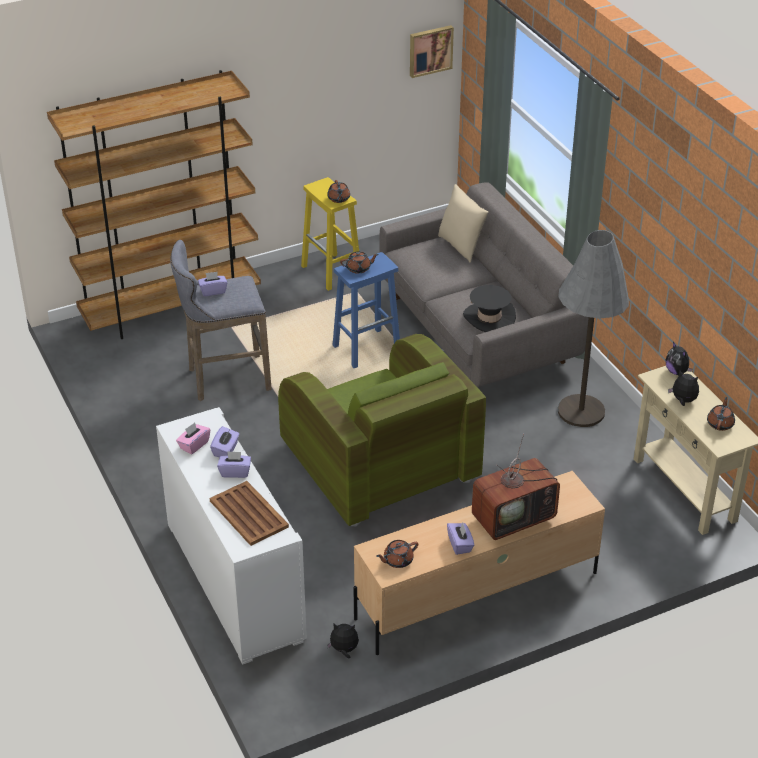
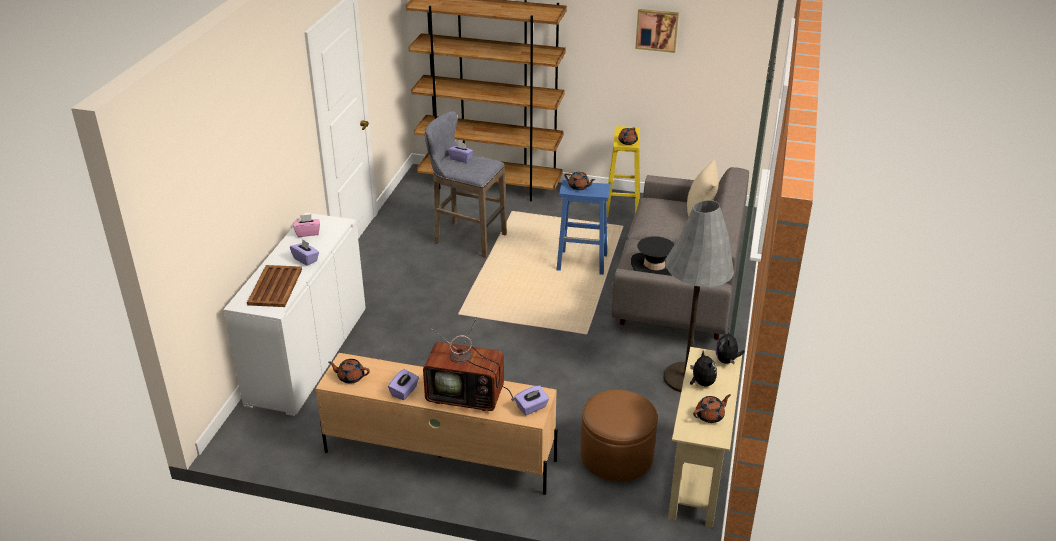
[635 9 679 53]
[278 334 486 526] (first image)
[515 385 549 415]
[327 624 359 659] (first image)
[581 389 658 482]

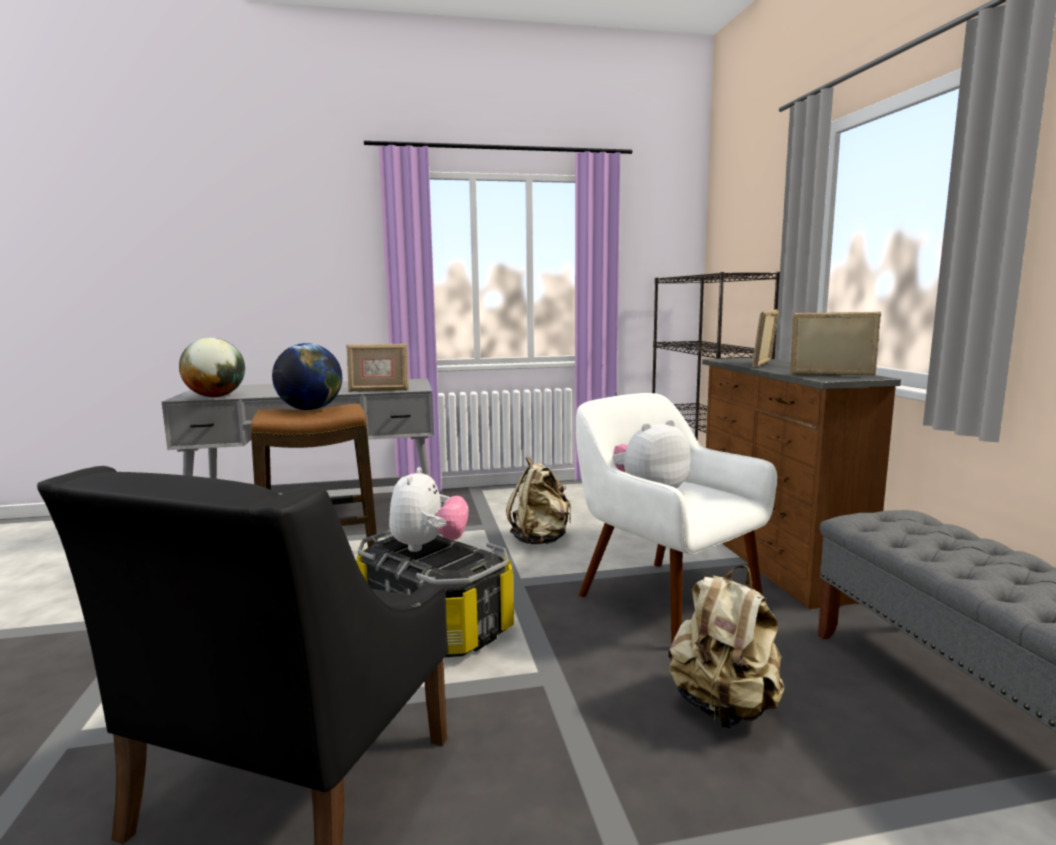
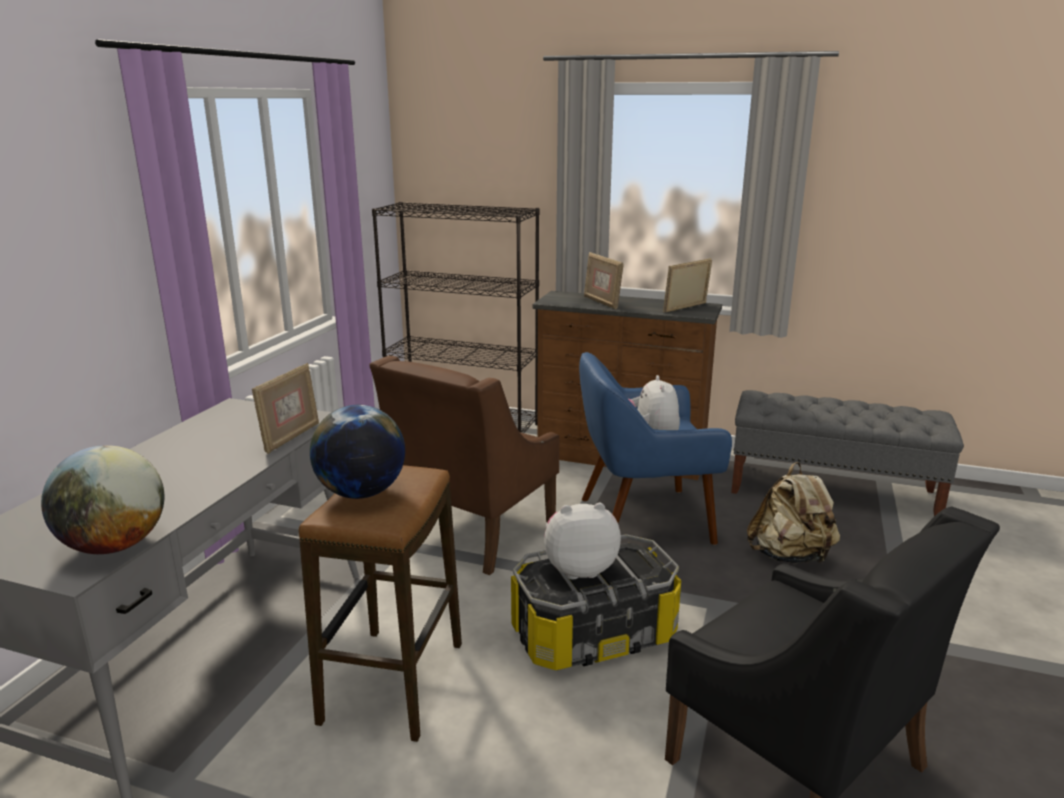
[579 352 732 545]
[369 356 559 575]
[544 503 621 580]

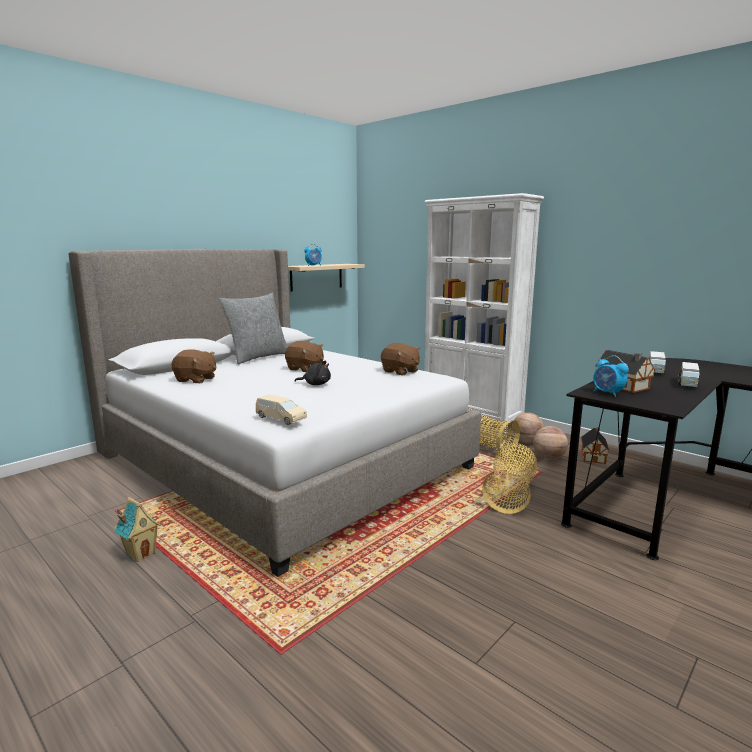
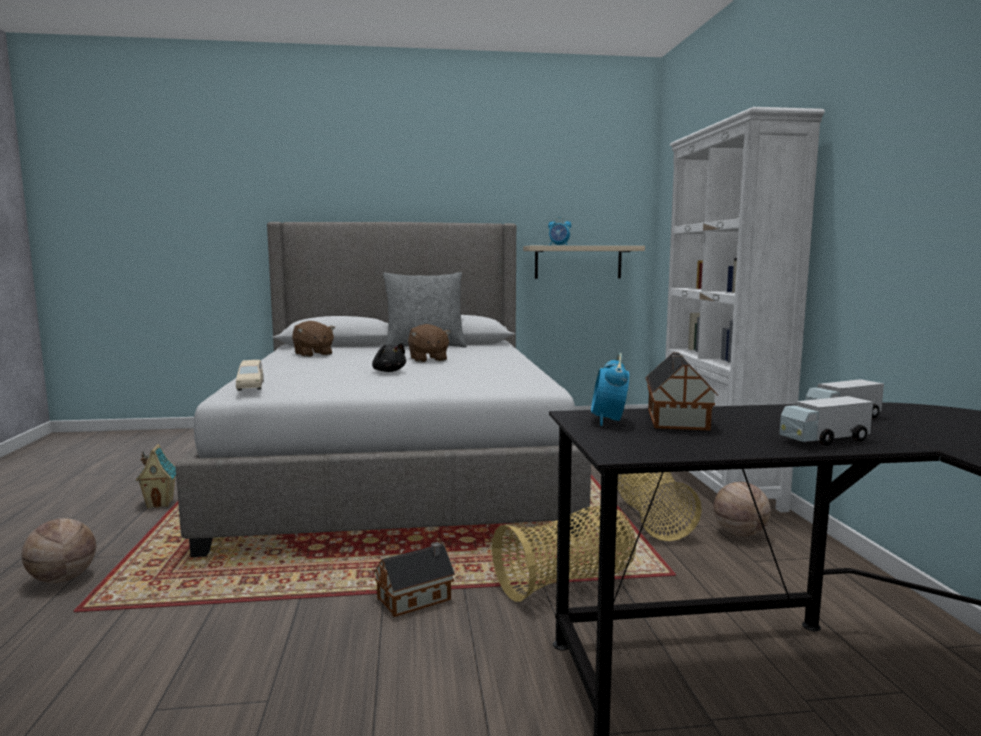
[381 343 420 376] (first image)
[22 518 96 583]
[374 542 455 617]

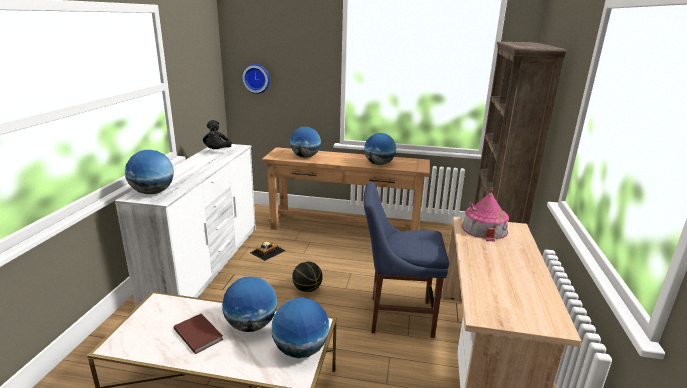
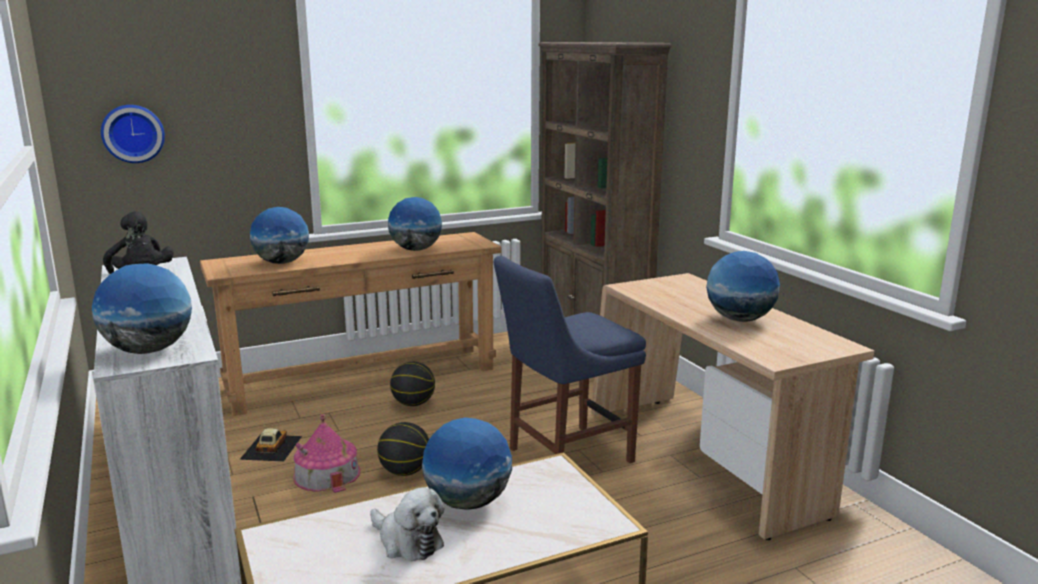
[293 414 361 493]
[706 251 780 322]
[370 487 445 561]
[390 362 435 406]

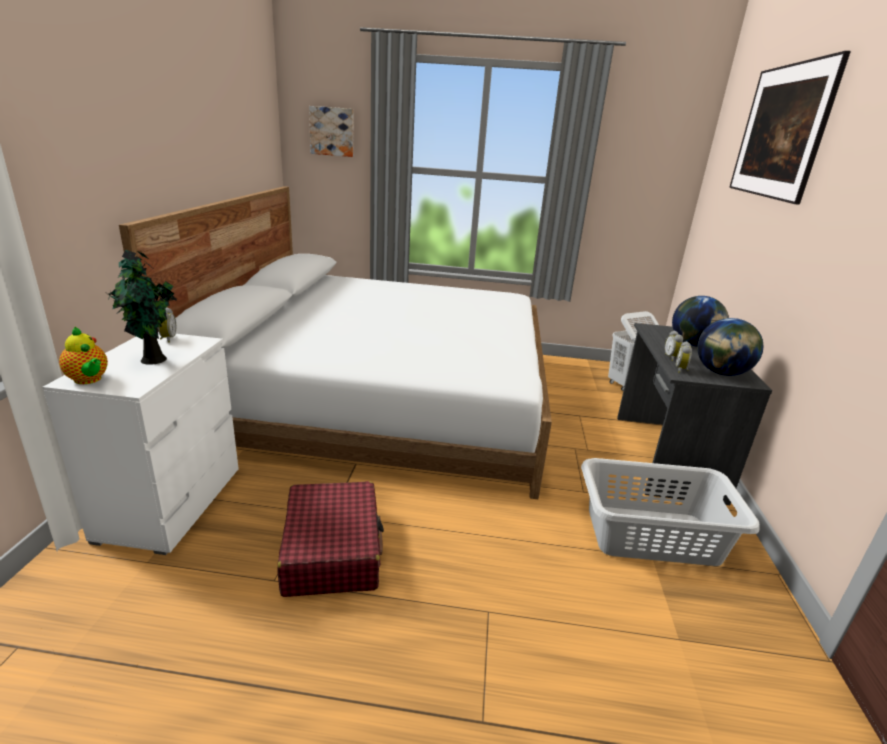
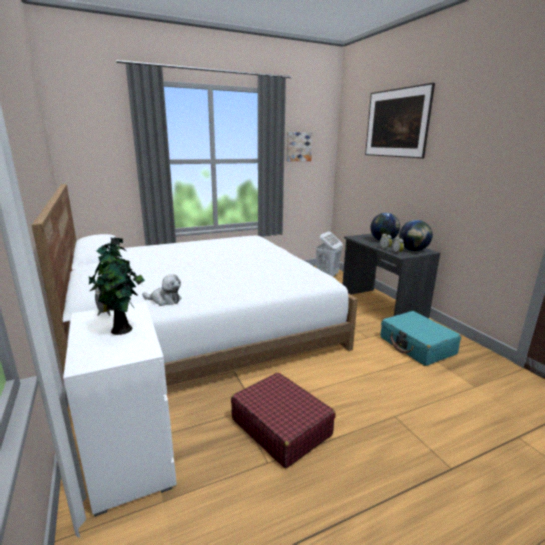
[286 132 313 161]
[59 326 108 384] (first image)
[380 311 461 366]
[142 274 182 306]

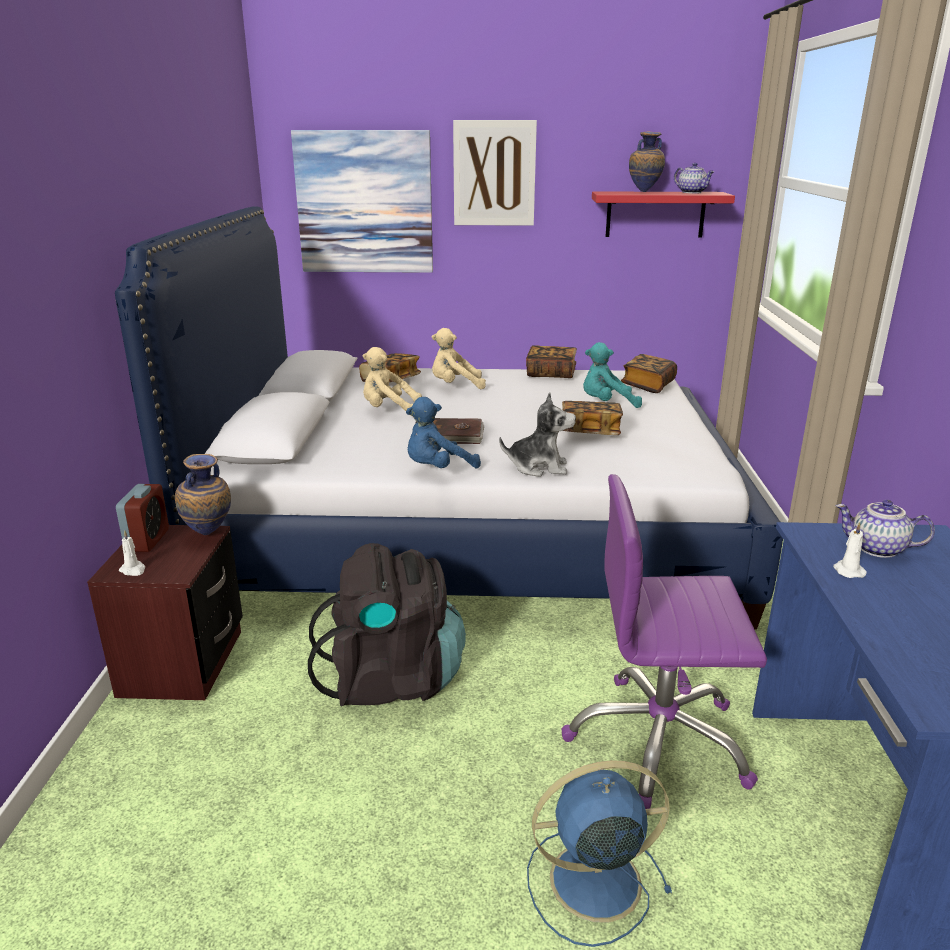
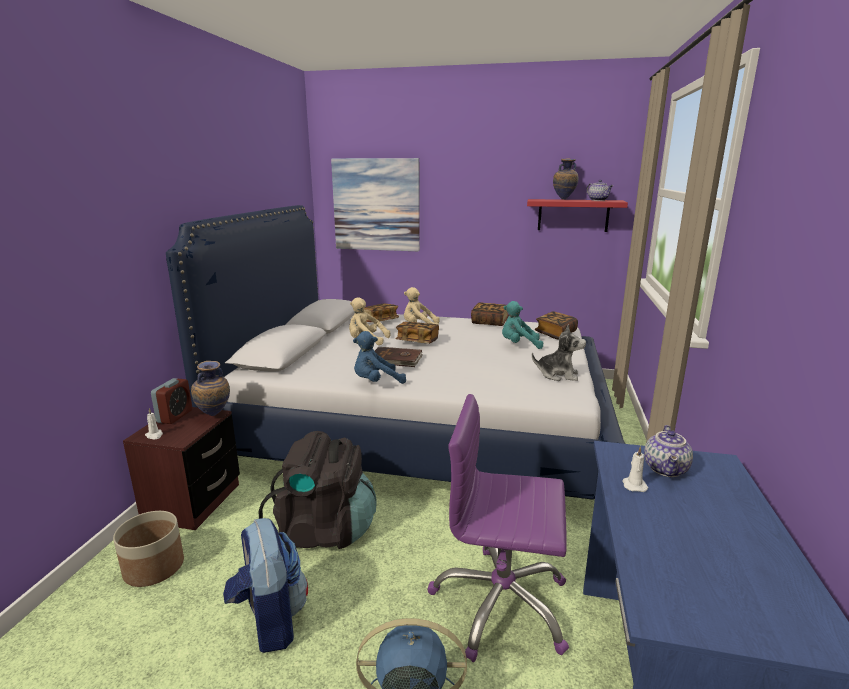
[453 120 537 226] (first image)
[532 324 586 381]
[396 322 439 344]
[644 425 693 477]
[113 511 184 587]
[223 518 308 653]

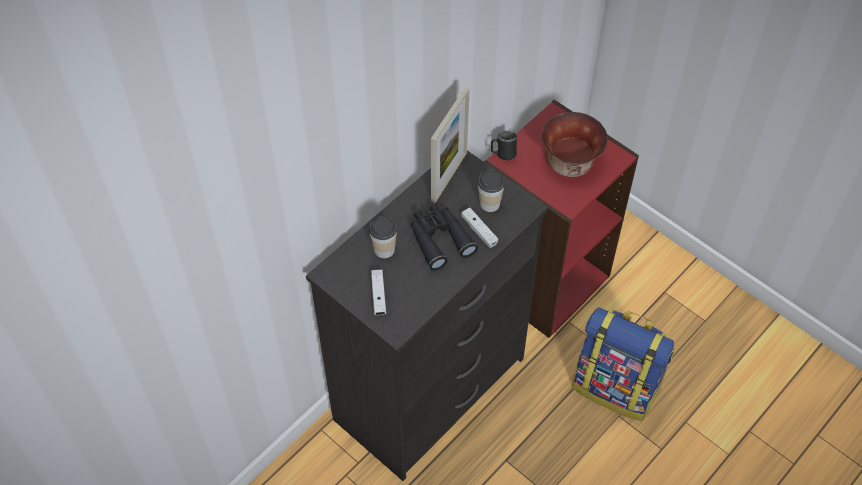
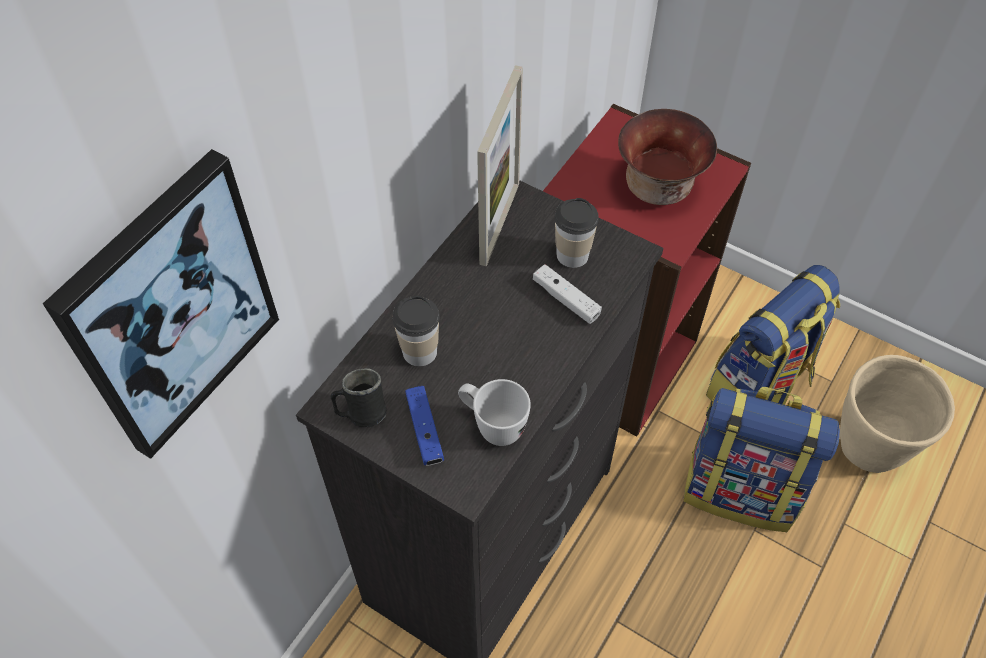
[331 368 387 427]
[410 204 478 271] (first image)
[405 386 444 466]
[43 149 279 459]
[706 265 840 405]
[840 355 955 473]
[458 379 531 446]

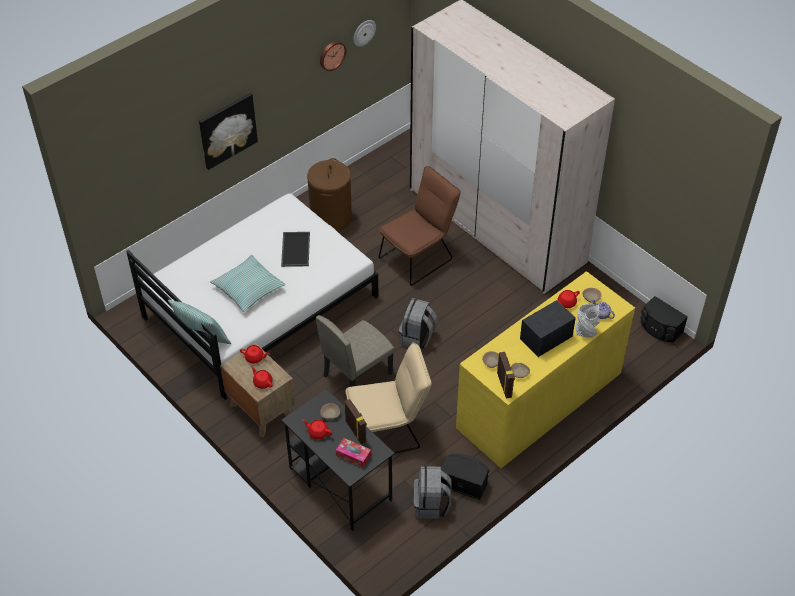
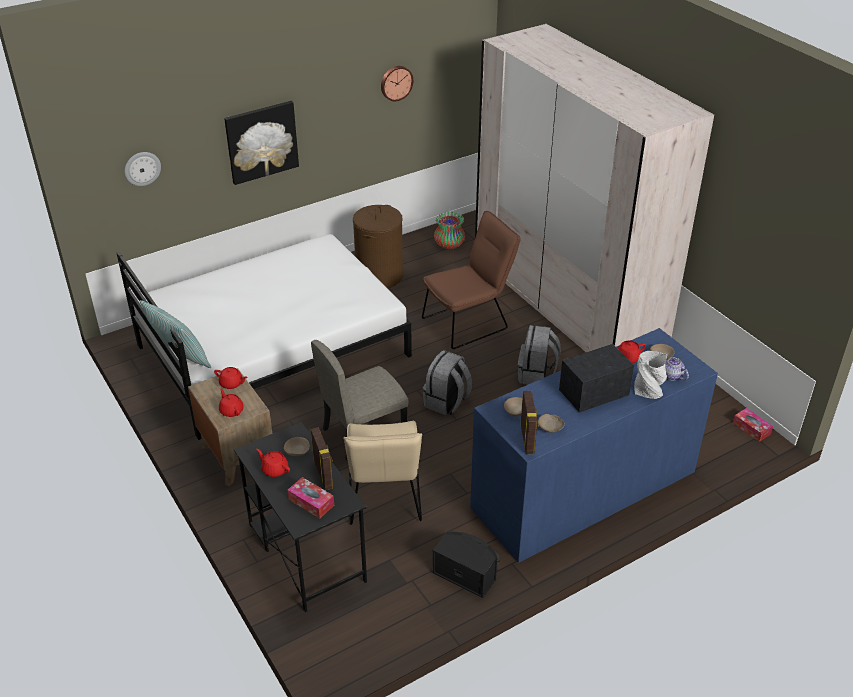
[125 152 161 186]
[281 232 310 267] (first image)
[210 255 285 312] (first image)
[470 328 718 563]
[733 408 773 442]
[343 421 422 525]
[518 325 561 385]
[434 212 465 249]

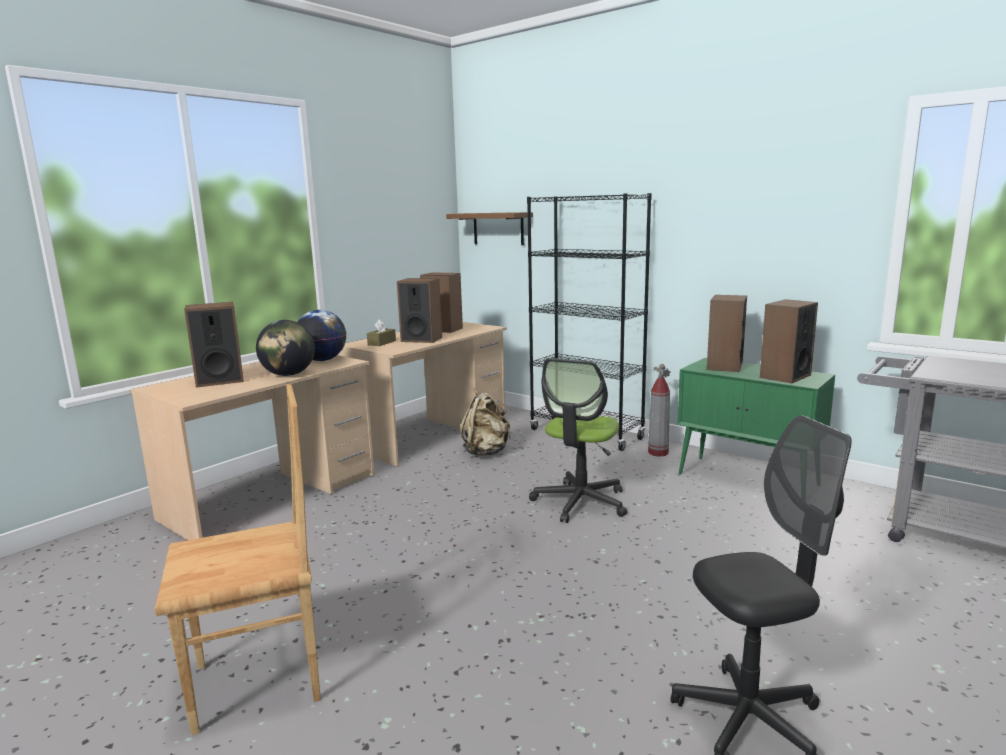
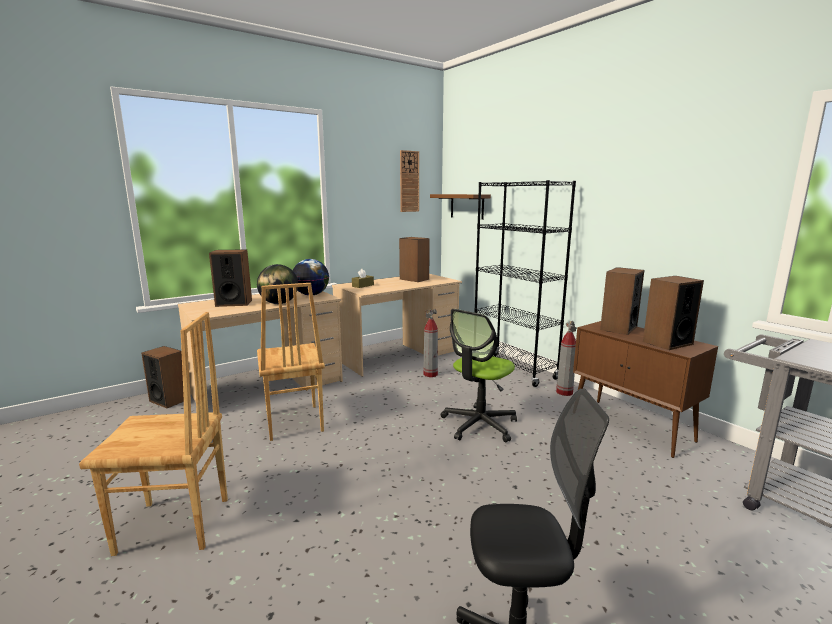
[141 346 184 408]
[573 321 718 458]
[423 309 438 377]
[400 150 419 212]
[257 283 325 441]

